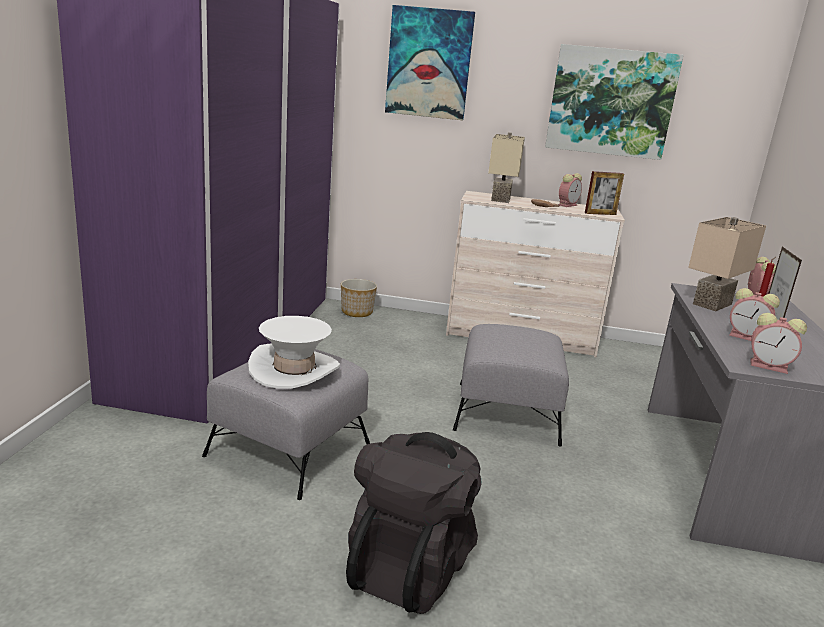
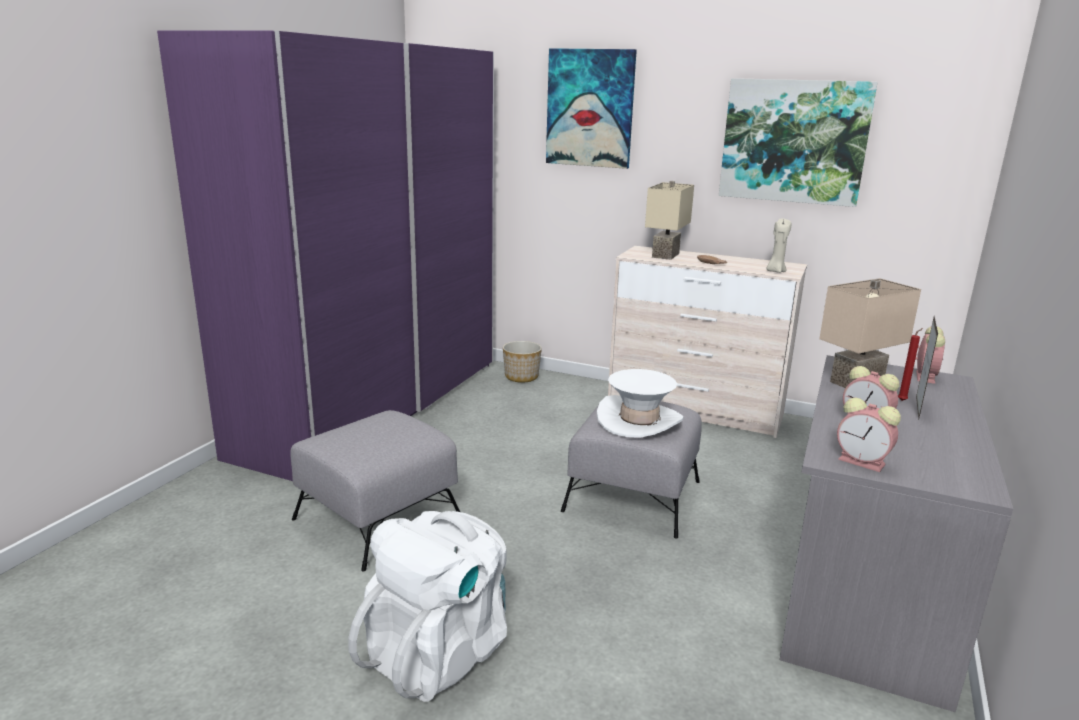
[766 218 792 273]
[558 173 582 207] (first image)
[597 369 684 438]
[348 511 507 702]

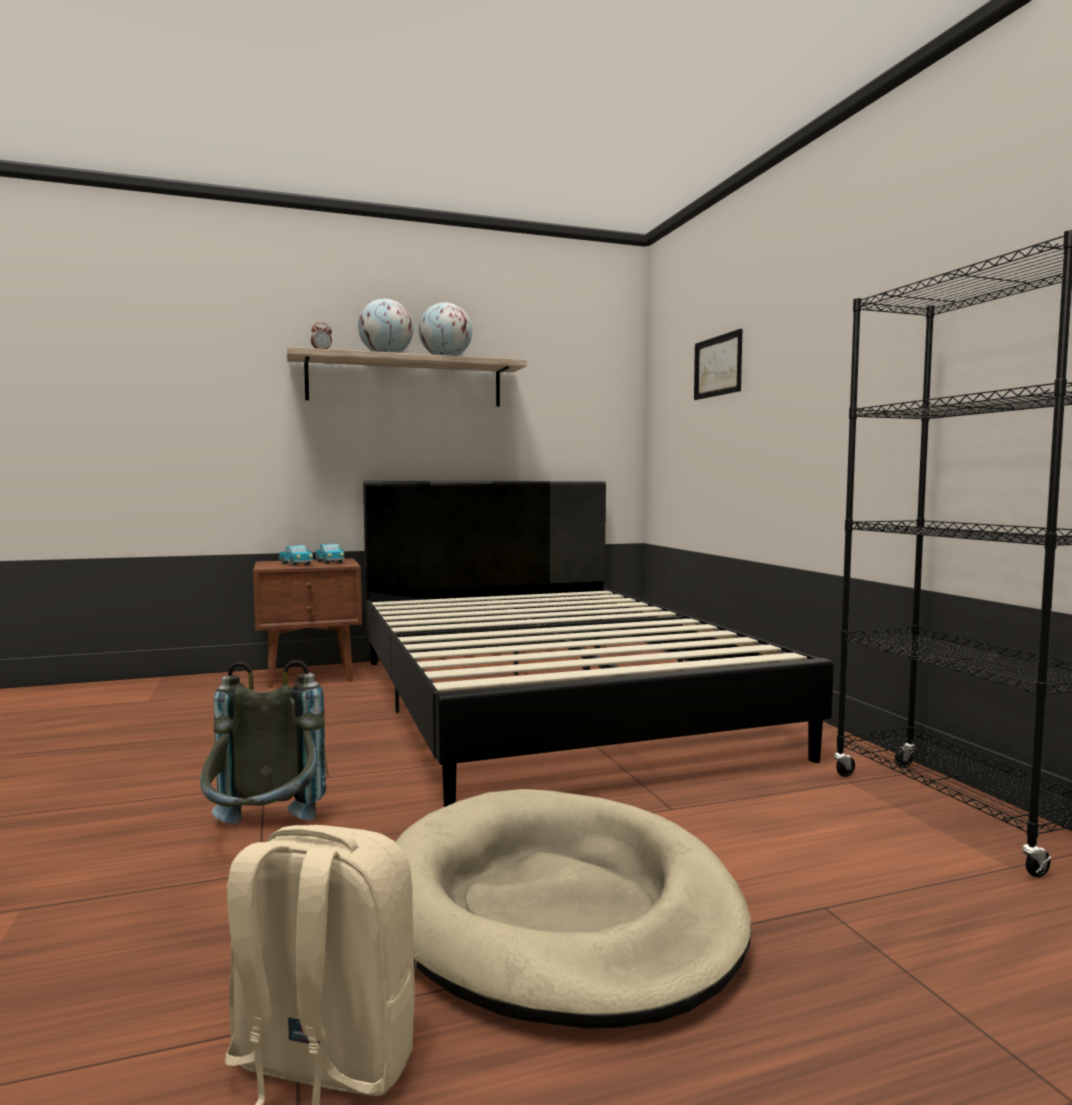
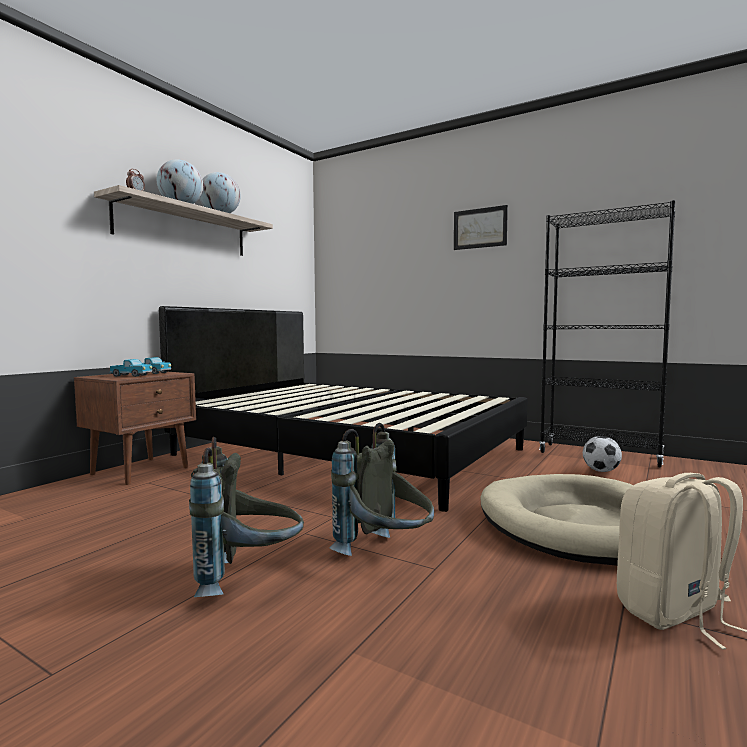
[454 205 508 250]
[583 436 622 472]
[189 437 304 597]

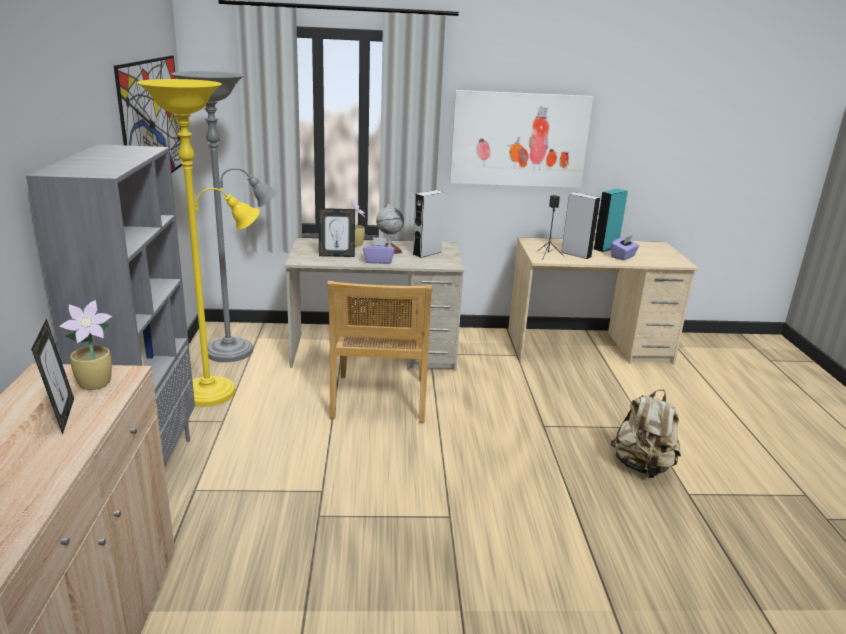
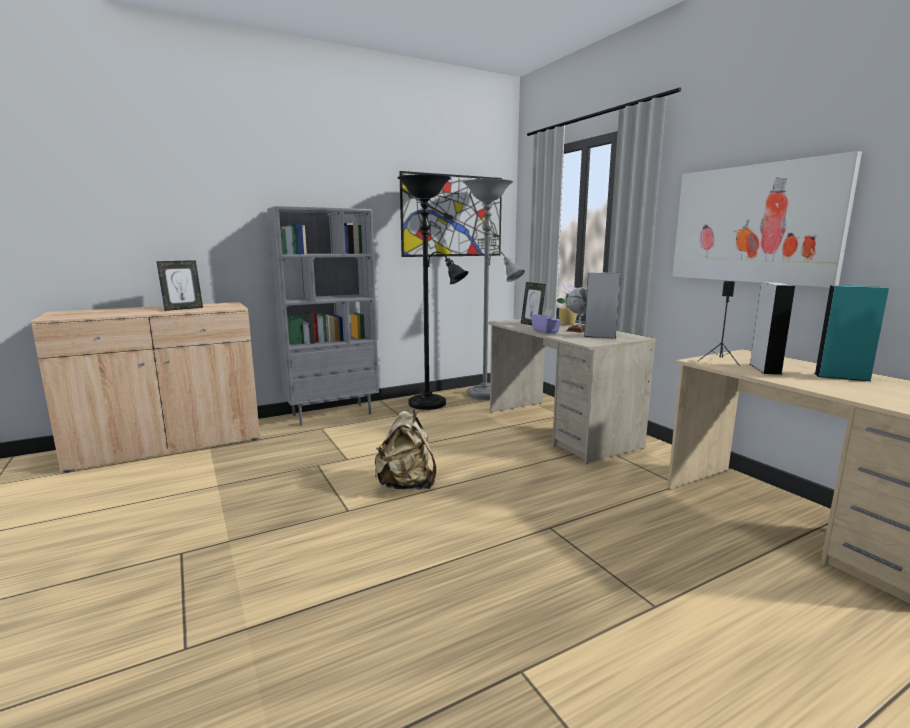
[397 174 468 410]
[611 235 639 260] (first image)
[327 281 432 423] (first image)
[59 300 112 390] (first image)
[375 409 436 490]

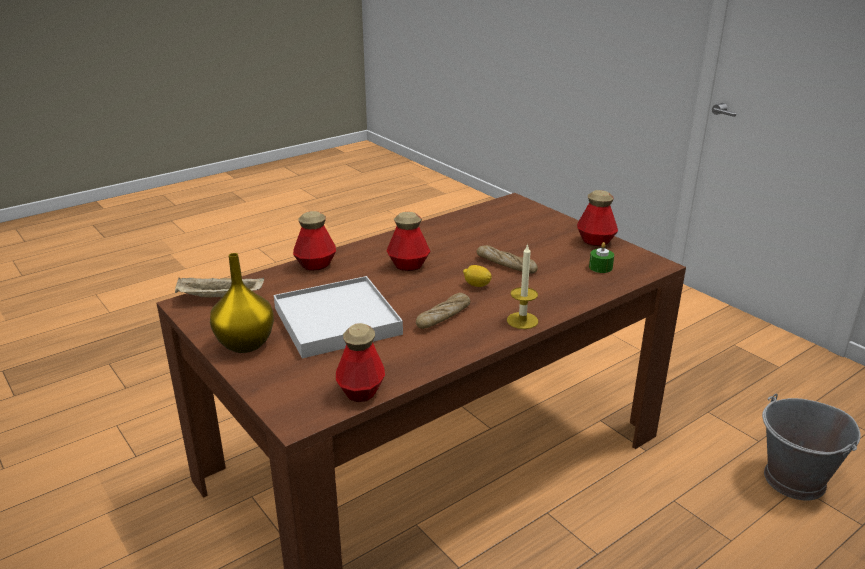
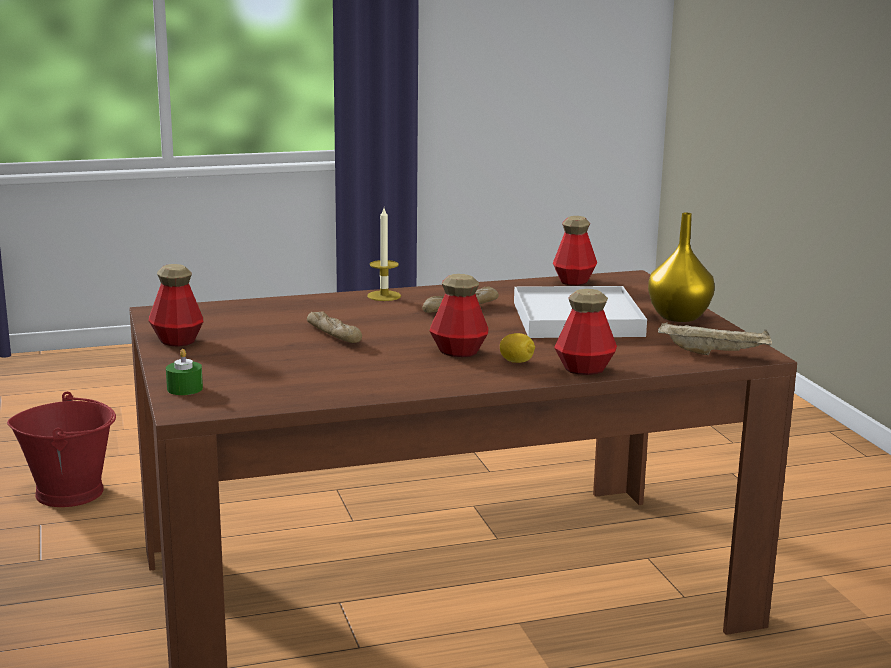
[166 349 203 395]
[500 333 535 363]
[7 392 116 507]

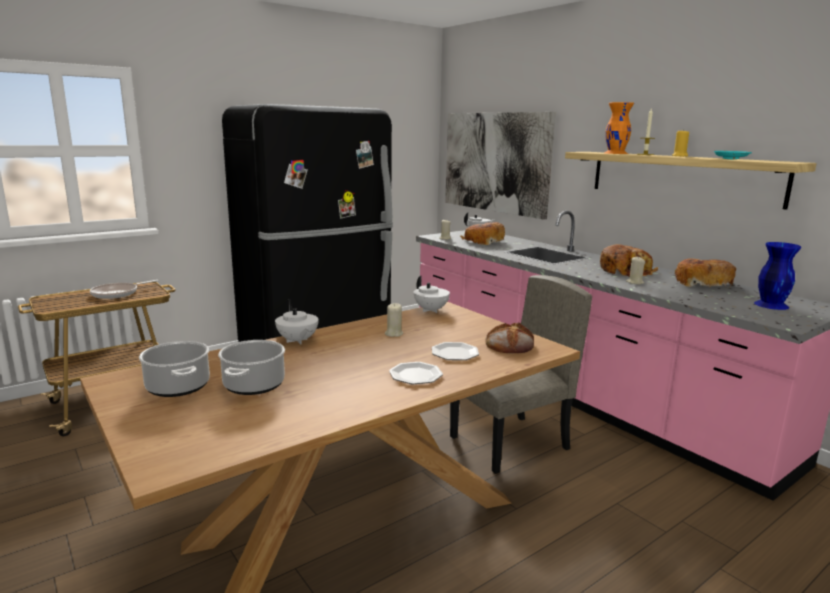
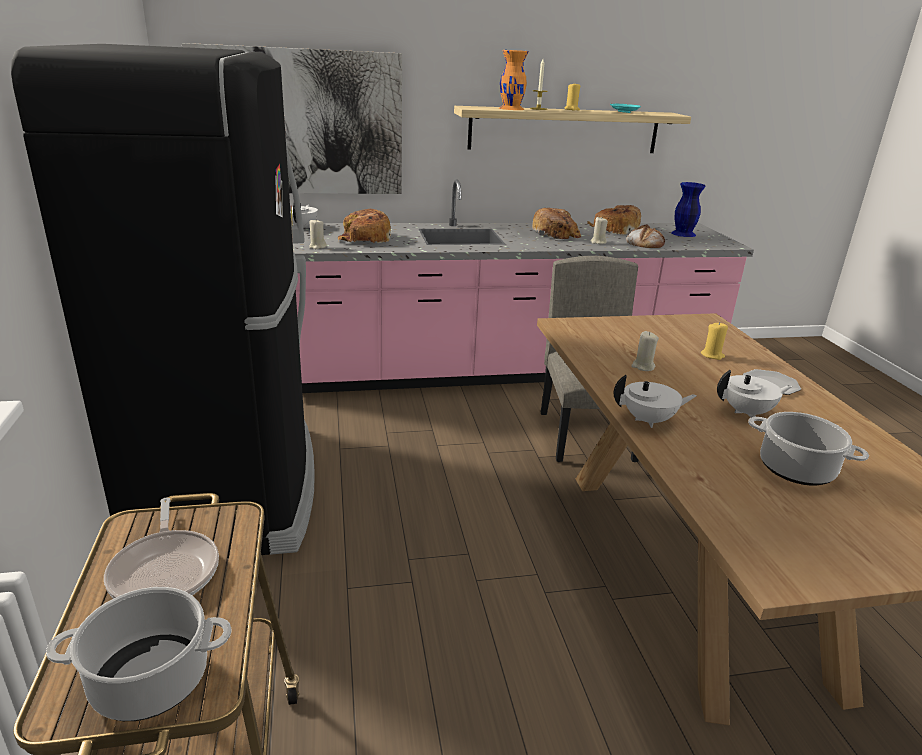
[717 370 793 418]
[626 224 665 248]
[46 587 231 721]
[701 322 728 360]

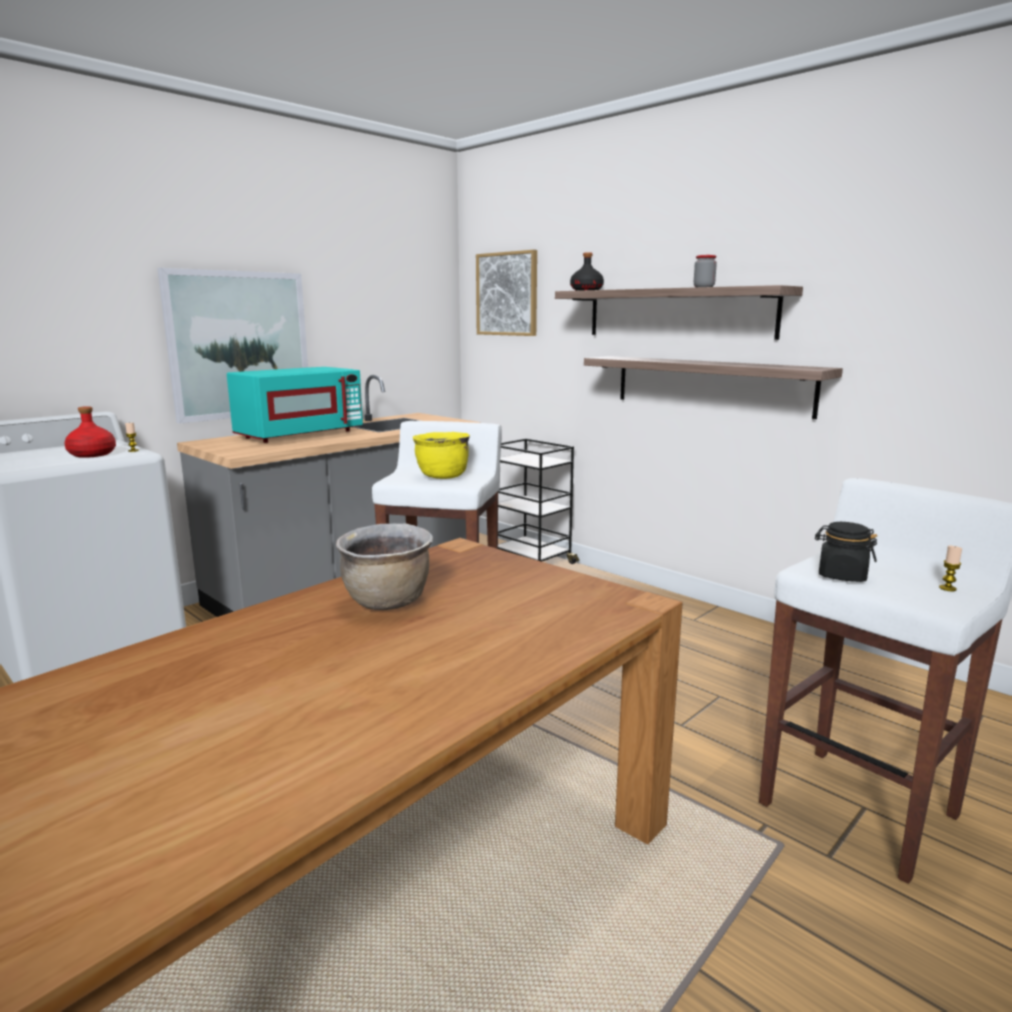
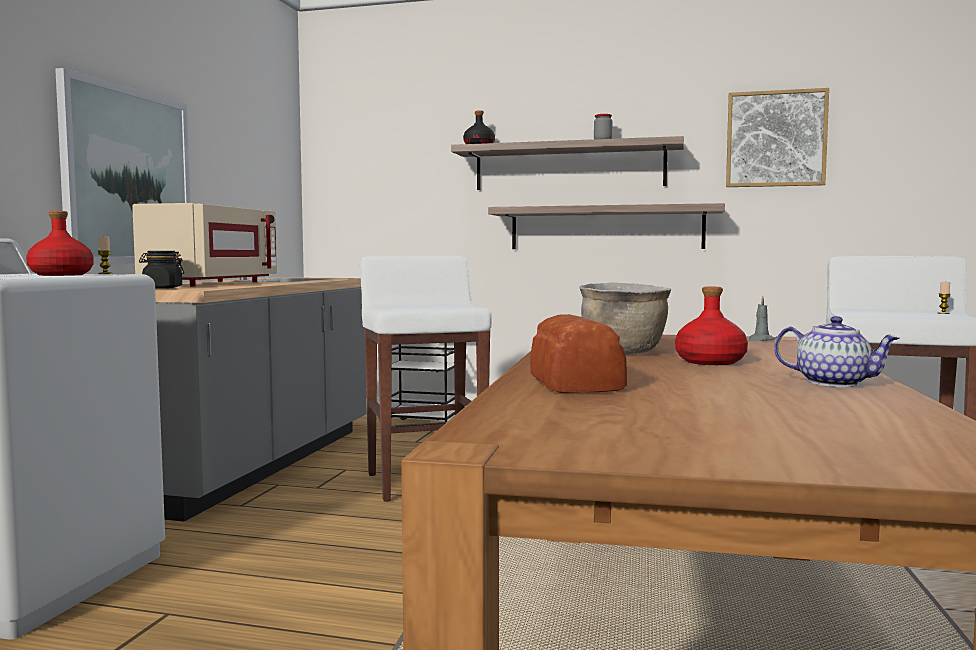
[726 88 829 187]
[132 203 277 286]
[413 432 470 479] (first image)
[139 251 184 289]
[675 287 748 365]
[749 296 775 341]
[530 314 627 393]
[774 316 900 387]

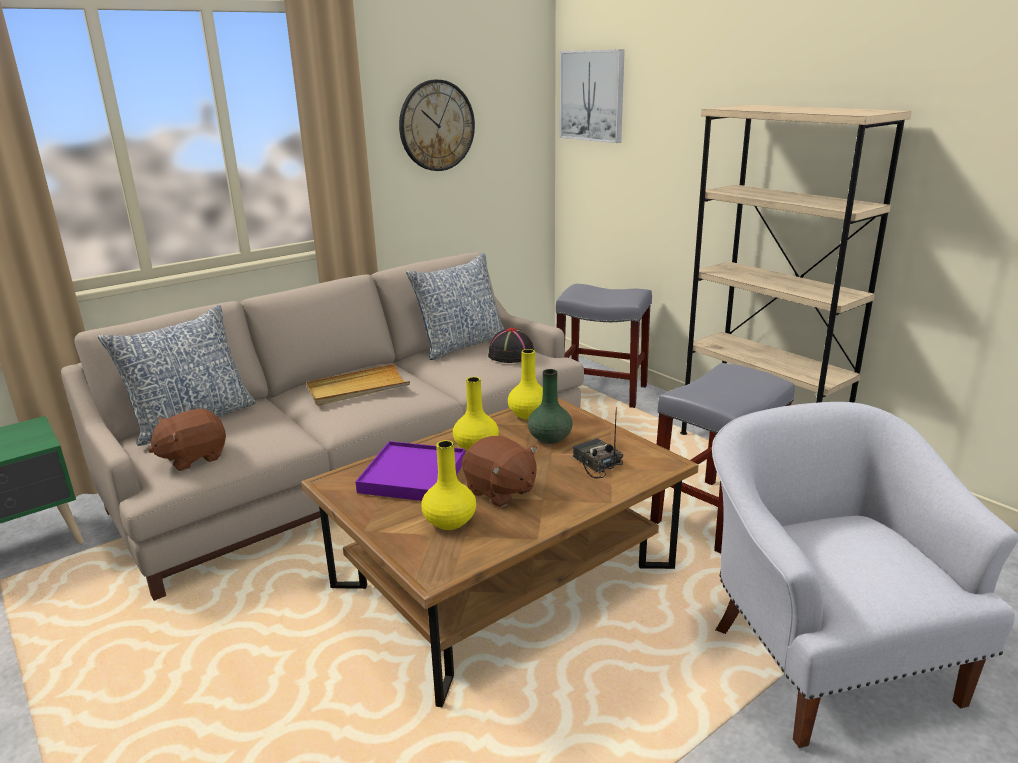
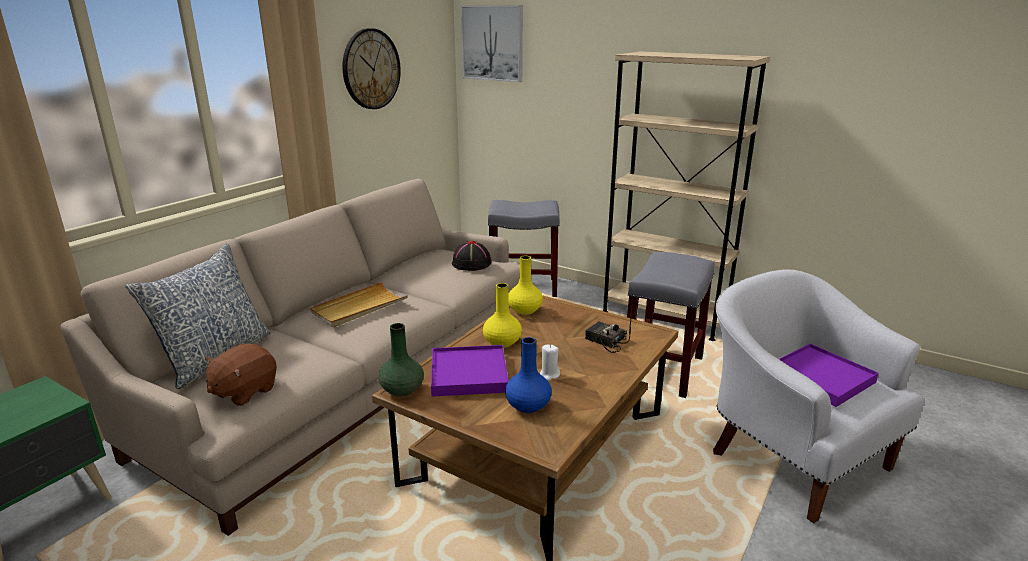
[406 253 504 360] (first image)
[378 323 424 397]
[540 345 560 381]
[505 337 552 413]
[779 344 879 407]

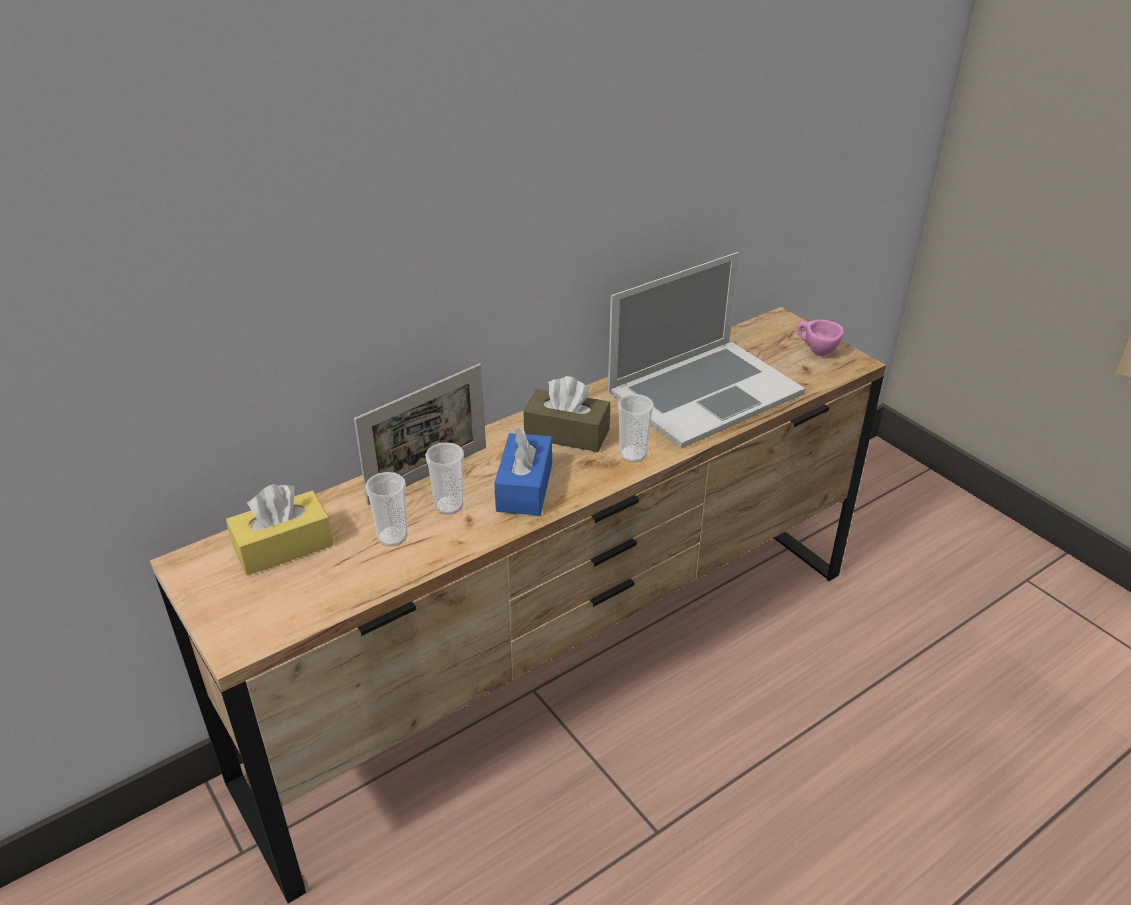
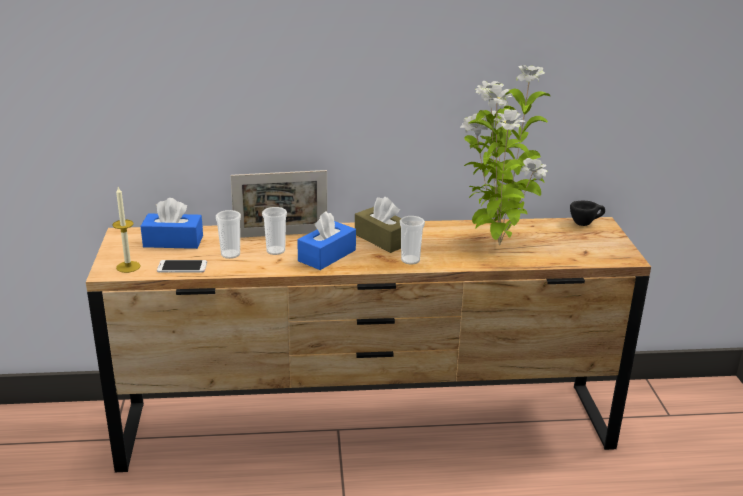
[460 65 550 245]
[796 320 844 356] (first image)
[141 198 203 249]
[112 187 140 273]
[570 200 605 226]
[157 260 207 273]

